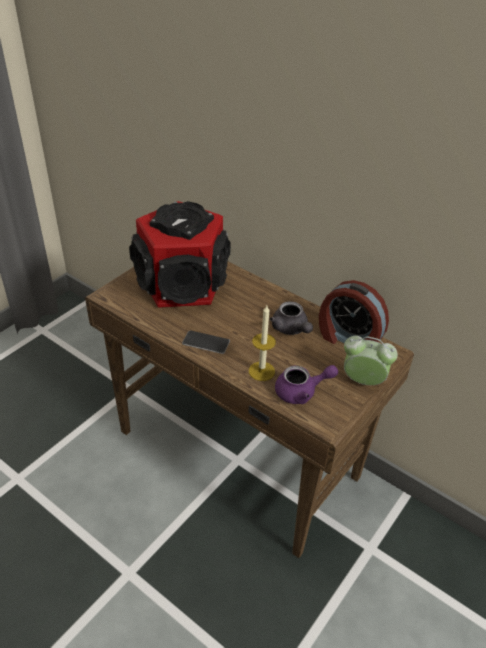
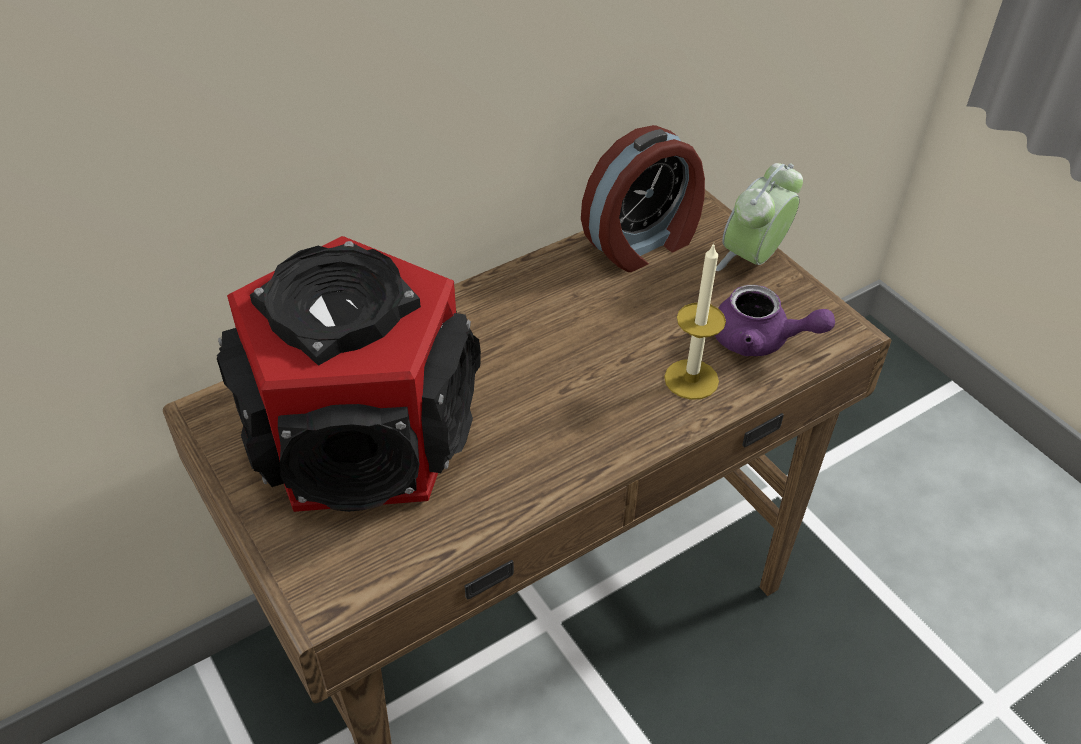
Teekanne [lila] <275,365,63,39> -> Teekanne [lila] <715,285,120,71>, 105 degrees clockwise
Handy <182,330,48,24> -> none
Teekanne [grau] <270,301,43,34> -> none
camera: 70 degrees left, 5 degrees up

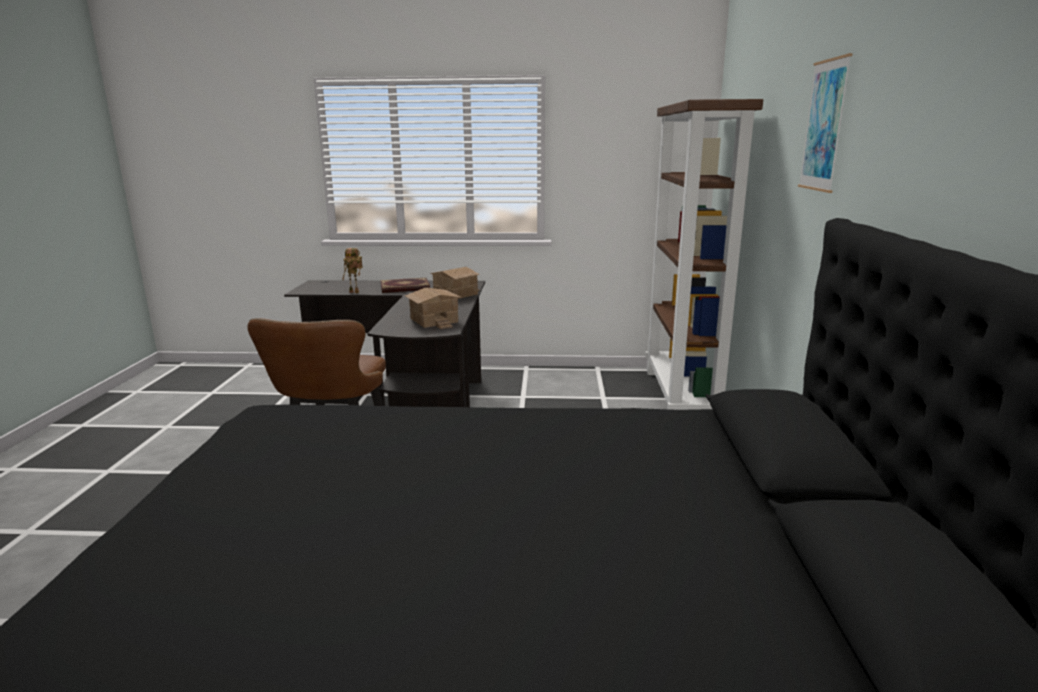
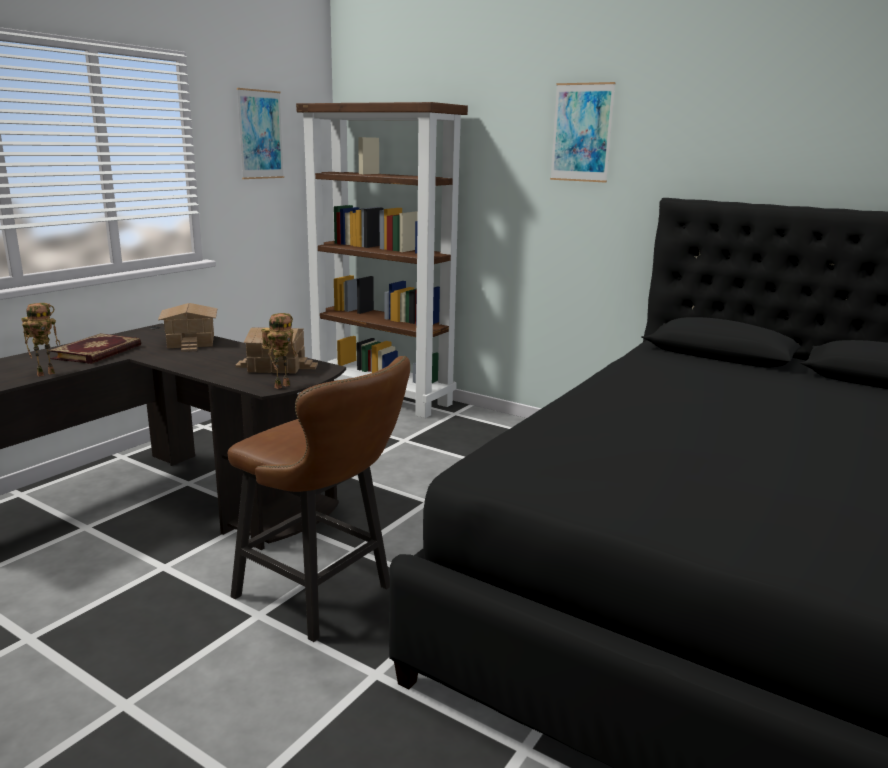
none -> Bild <237,88,47,91>
none -> Spielzeugroboter <261,313,36,76>
camera: 60 degrees left, 0 degrees up

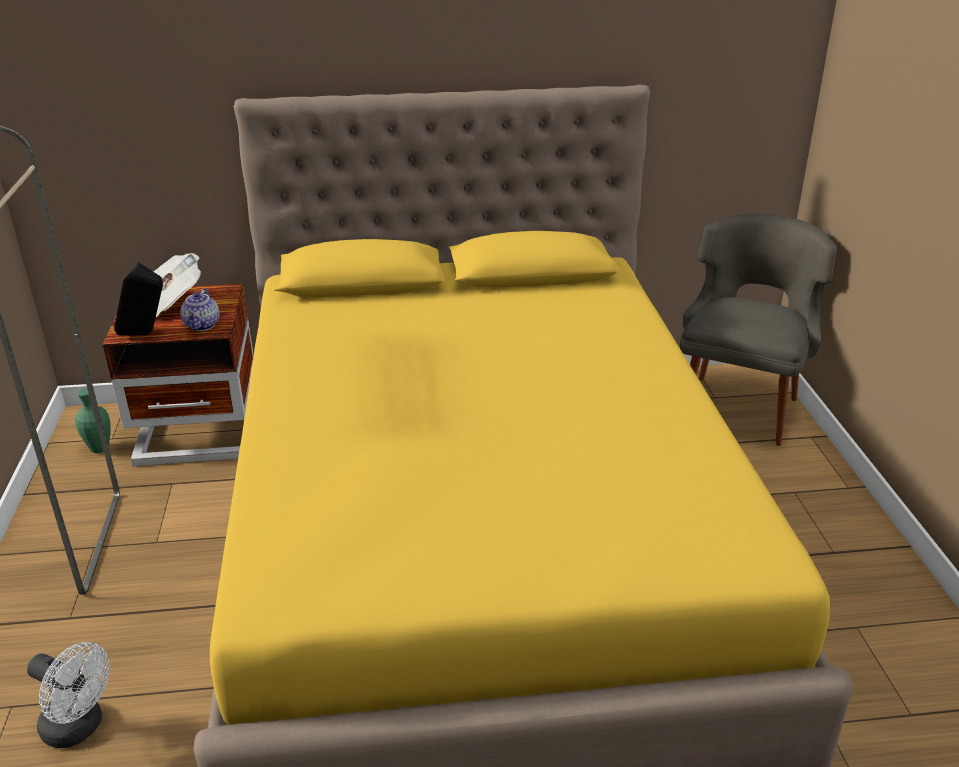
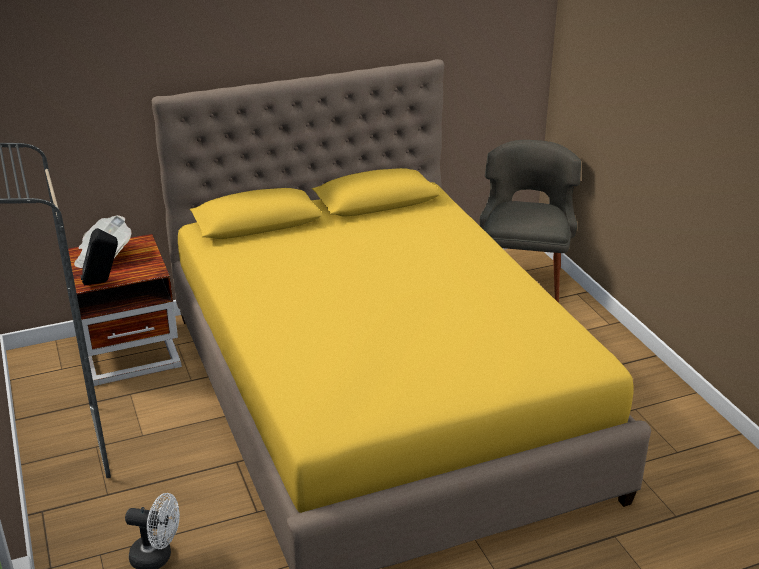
Vase [grün] <75,388,36,65> -> none
Teekanne <180,288,40,43> -> none
camera: 15 degrees left, 0 degrees up

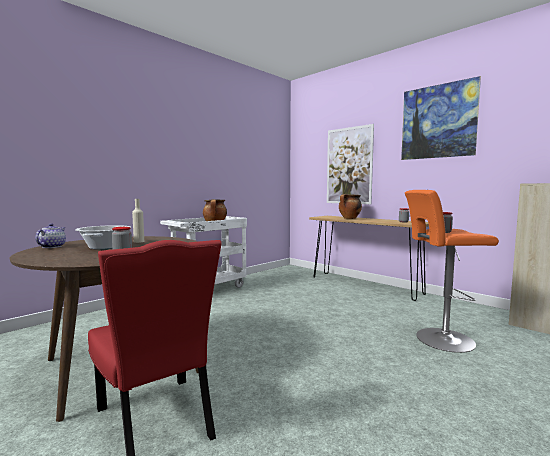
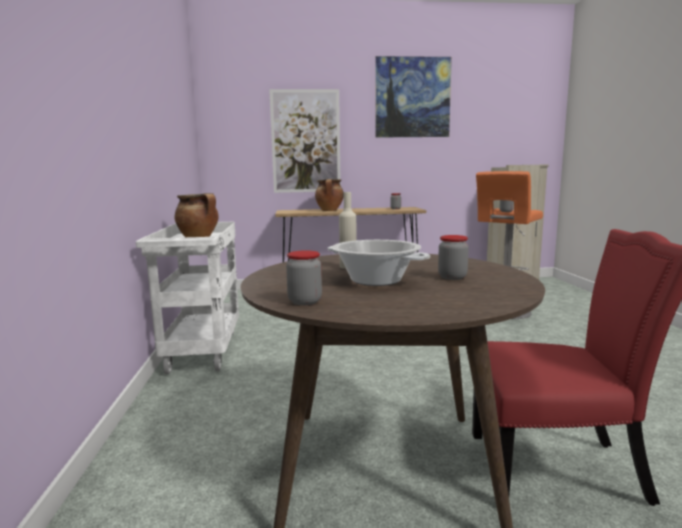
Teekanne <35,223,31,25> -> Vorratsglas <286,250,36,55>
camera: 50 degrees left, 5 degrees up

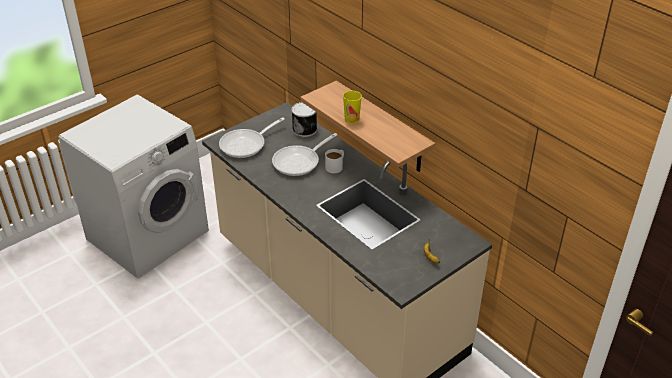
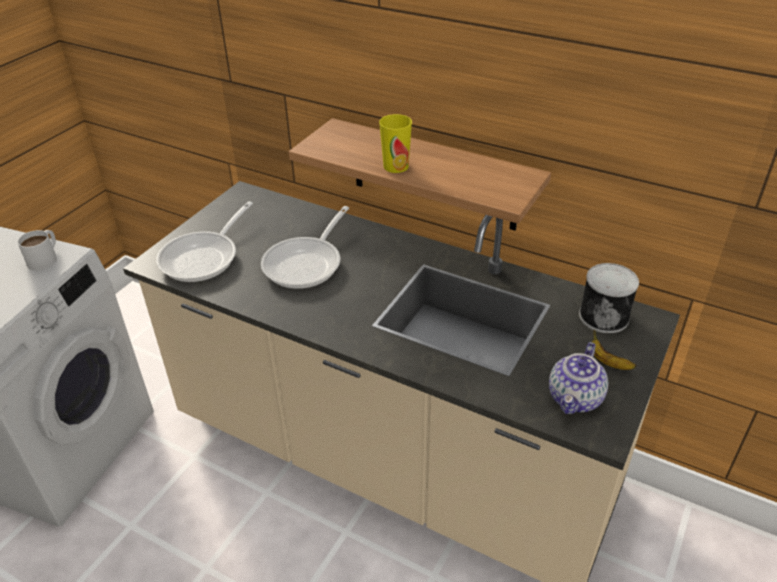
Henkelbecher [weiß] <325,149,19,24> -> Henkelbecher [weiß] <17,230,40,40>, move
none -> Teekanne <549,342,59,72>
Dose <291,102,26,35> -> Dose <579,263,60,70>, move
camera: 20 degrees left, 0 degrees up

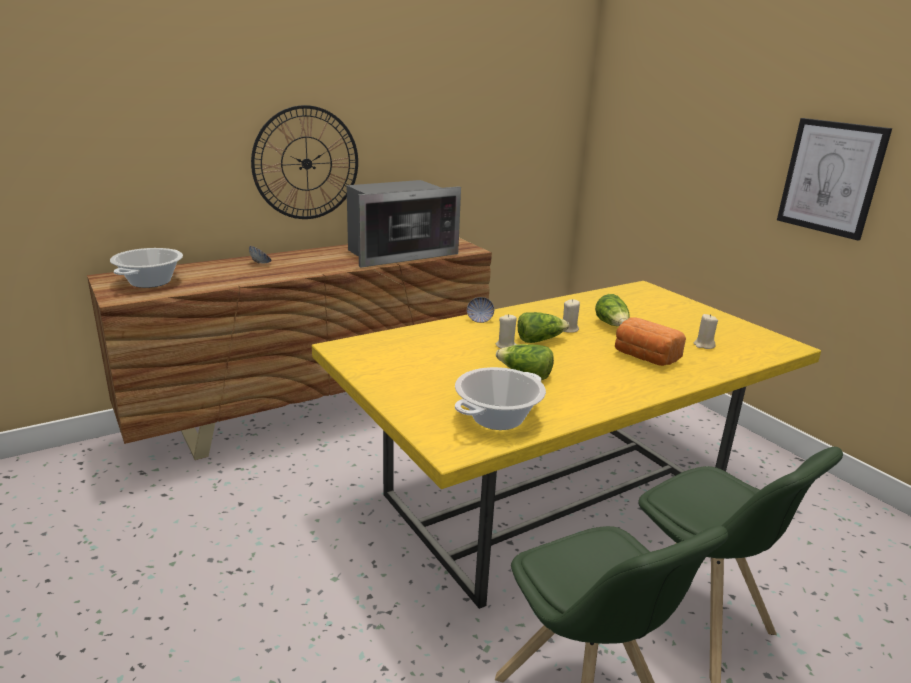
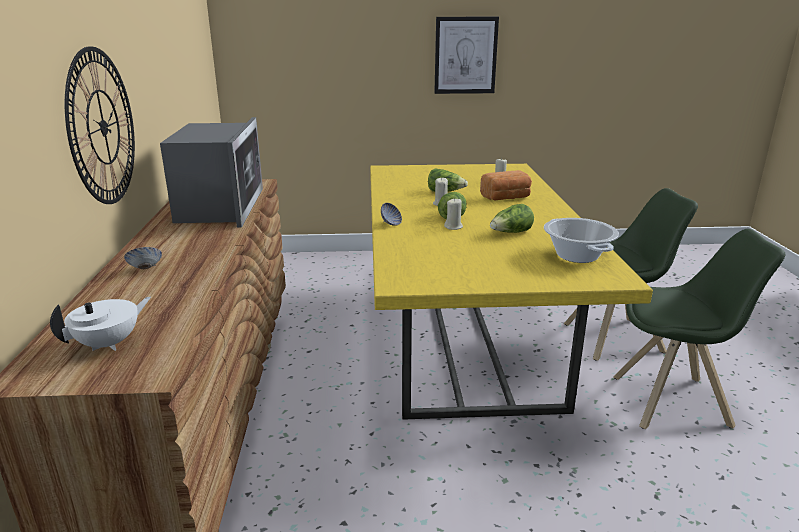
Kochtopf <110,248,73,40> -> Teekanne [weiß] <50,297,101,54>
camera: 60 degrees left, 0 degrees up

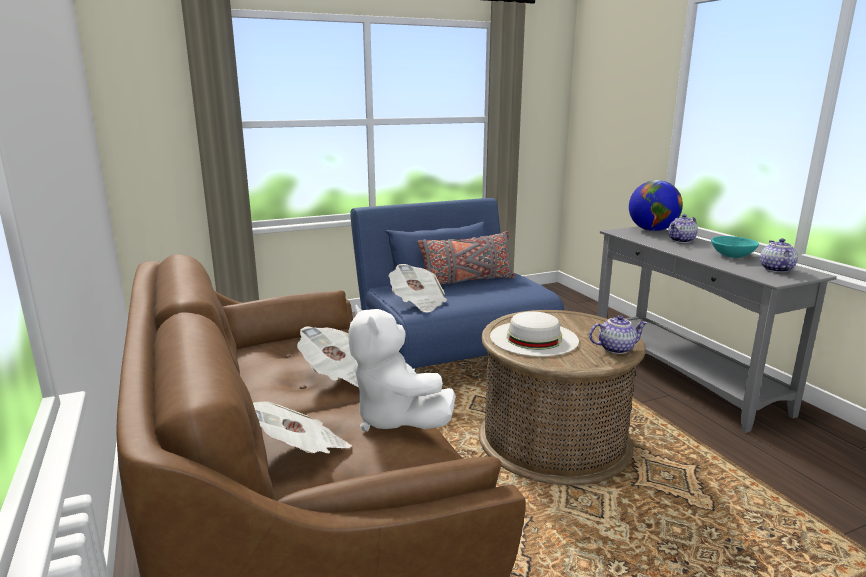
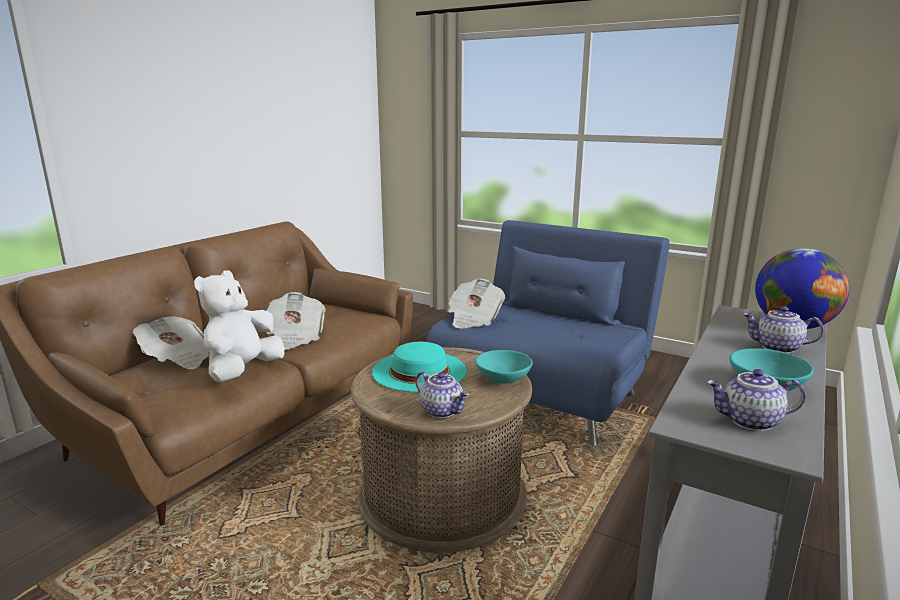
Hut [weiß] <490,311,89,45> -> Hut [türkis] <372,342,95,50>
none -> Schüssel [türkis] <475,350,58,33>
Teekanne <760,238,38,35> -> Teekanne <707,369,99,62>, 150 degrees counterclockwise
Kissen [grau] <417,231,98,53> -> none
camera: 55 degrees right, 0 degrees up

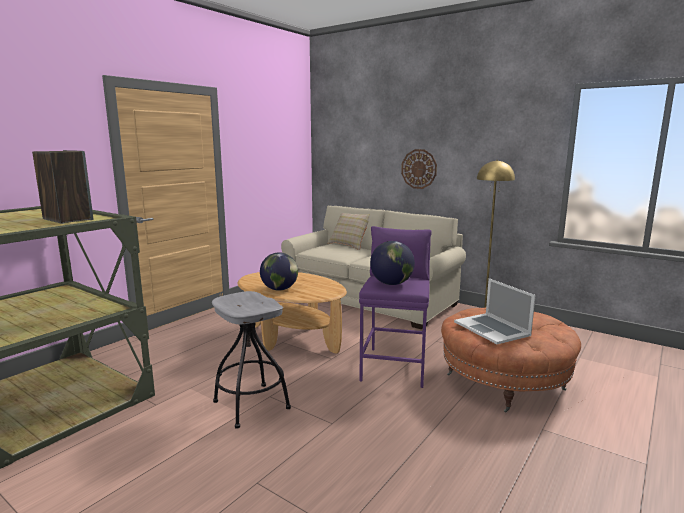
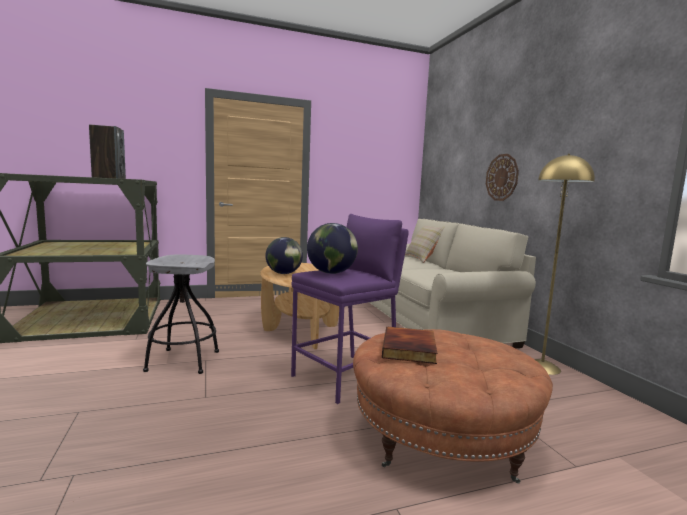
Laptop <454,278,81,66> -> Buch <382,327,55,37>
camera: 35 degrees right, 5 degrees down

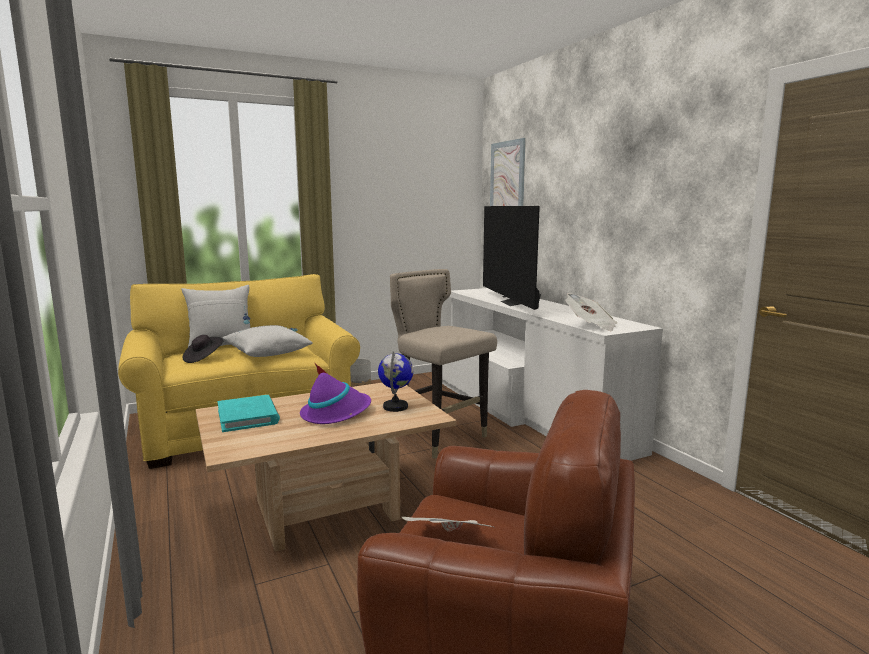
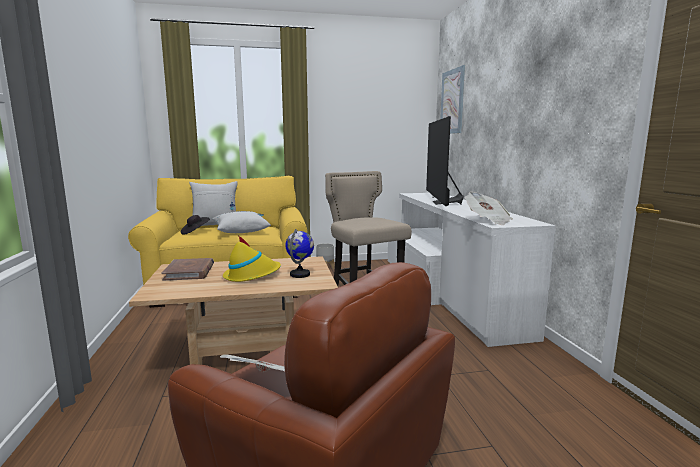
Buch [türkis] <217,395,63,37> -> Buch [braun] <162,258,52,23>
Hut [lila] <300,364,71,60> -> Hut [gelb] <223,234,58,48>
camera: 15 degrees right, 0 degrees up

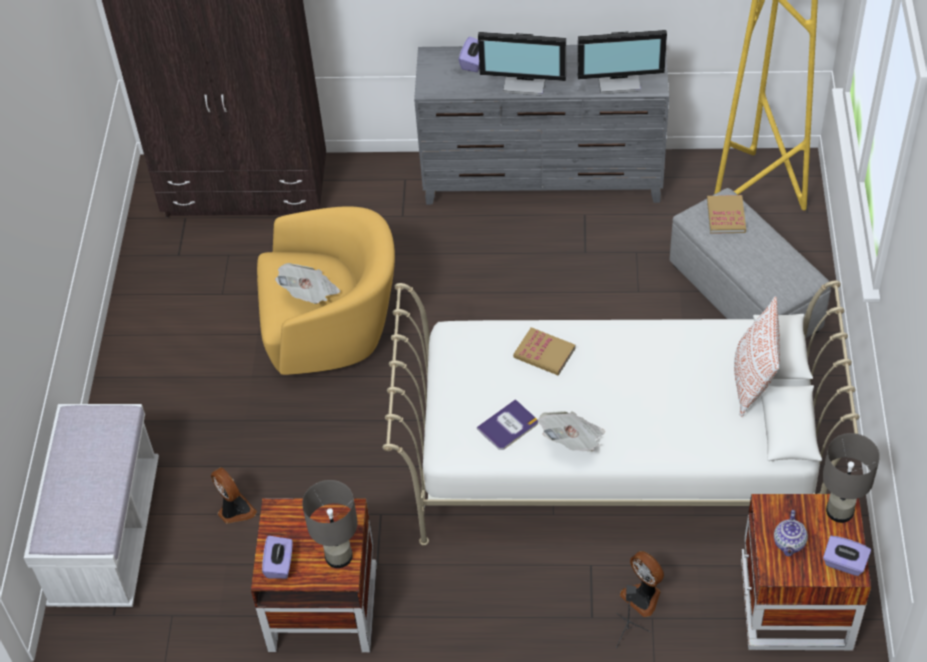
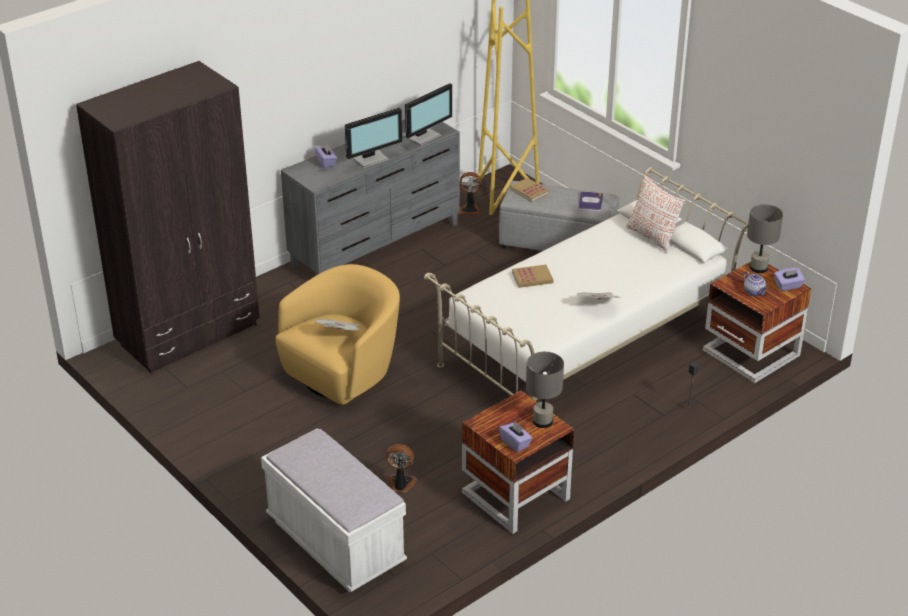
Ventilator <620,551,44,66> -> Ventilator <458,172,23,43>, move
Buch <477,399,61,51> -> Buch <578,191,25,21>, move
camera: 45 degrees left, 15 degrees down

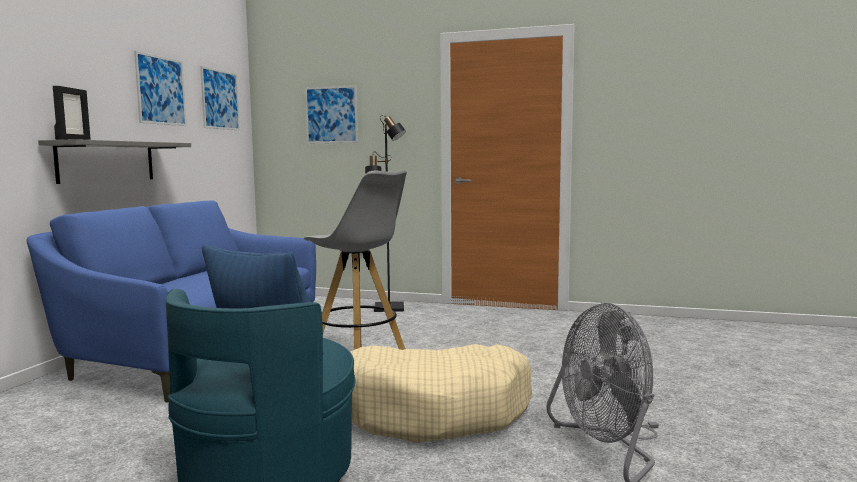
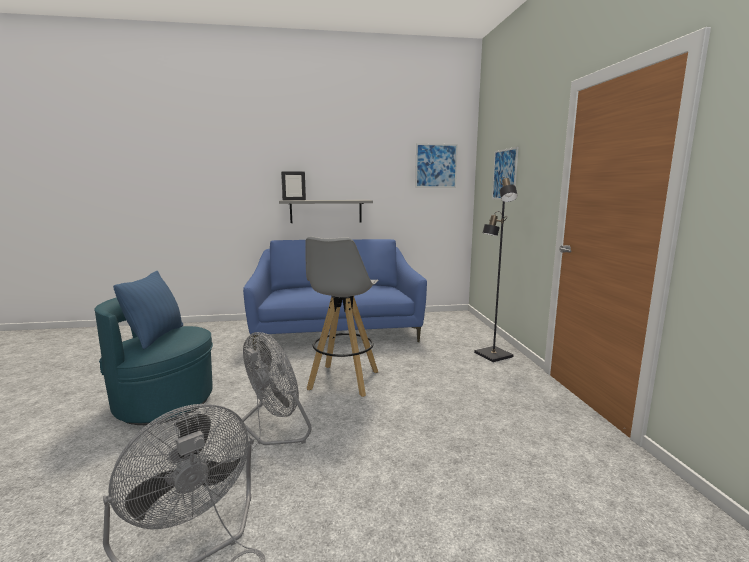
Hundebett [beige] <351,344,181,99> -> Ventilator [grau] <222,332,89,130>
Bild <134,51,53,75> -> none
camera: 65 degrees right, 5 degrees up

